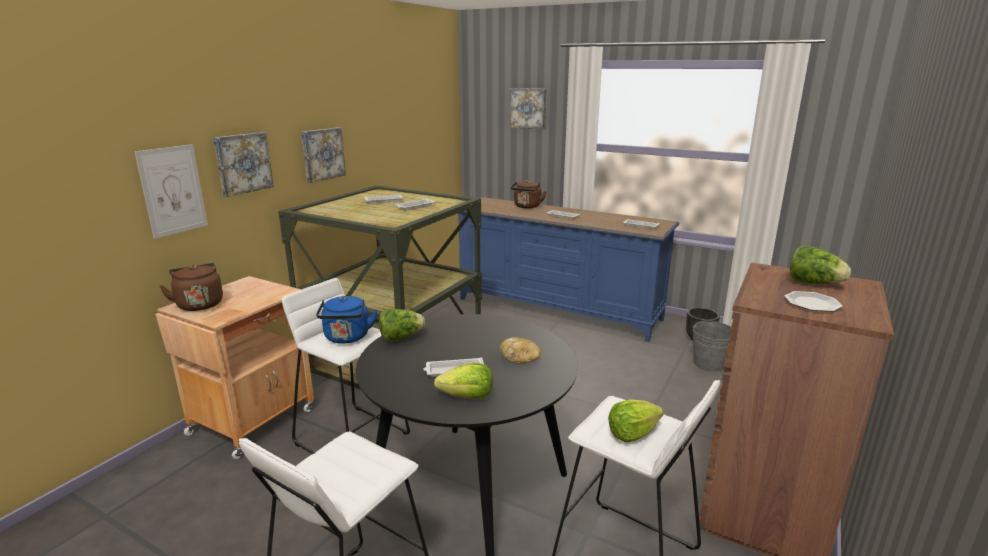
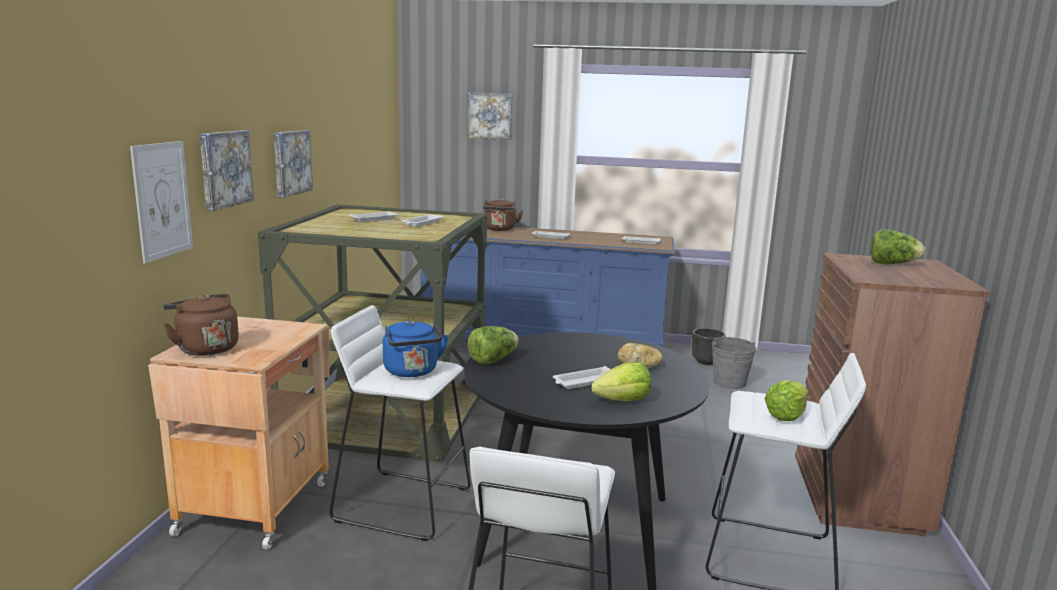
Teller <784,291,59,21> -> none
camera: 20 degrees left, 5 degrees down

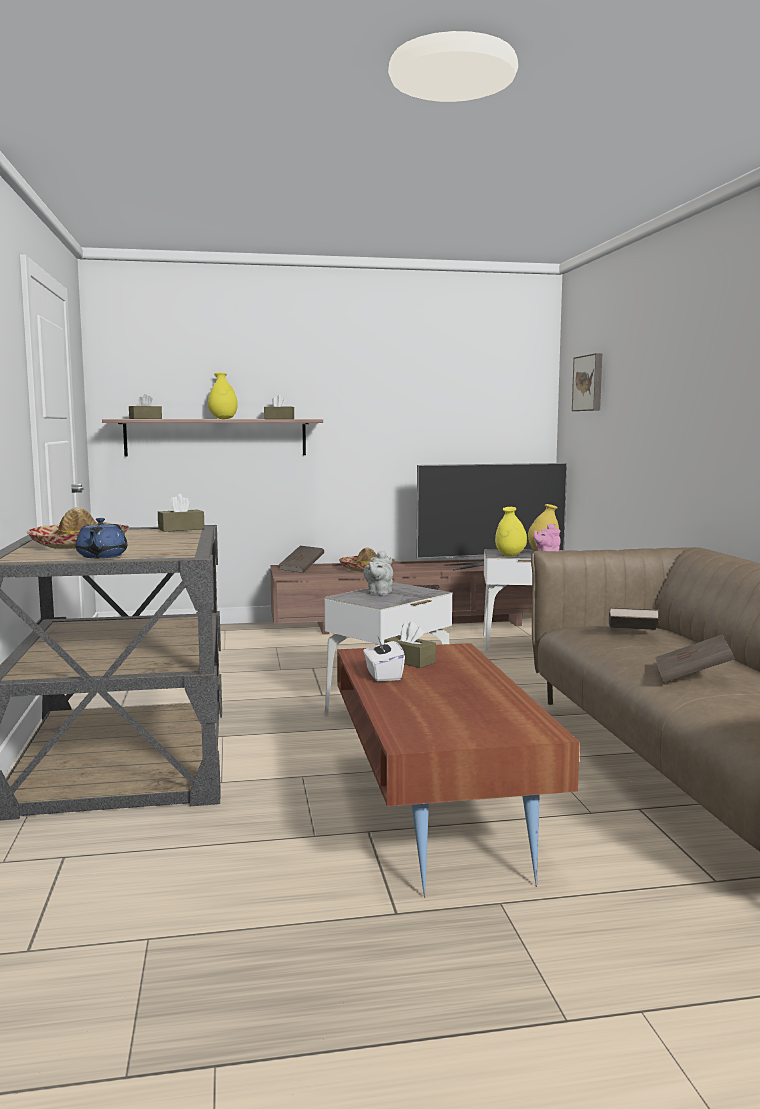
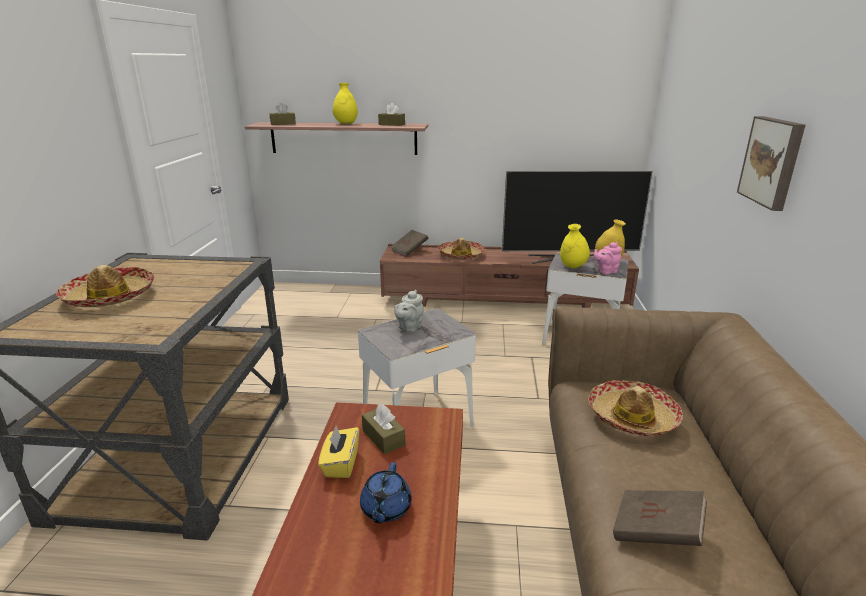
Taschentuchbox [weiß] <363,635,42,47> -> Taschentuchbox [gelb] <318,426,41,52>
Teekanne [blau] <76,518,51,40> -> Teekanne [blau] <360,462,52,61>, move
Buch [braun] <609,607,50,23> -> Hut <588,380,95,56>
Bild <572,353,30,58> -> Bild <737,116,68,95>, move
Taschentuchbox [braun] <158,494,47,38> -> none
camera: 15 degrees right, 15 degrees up

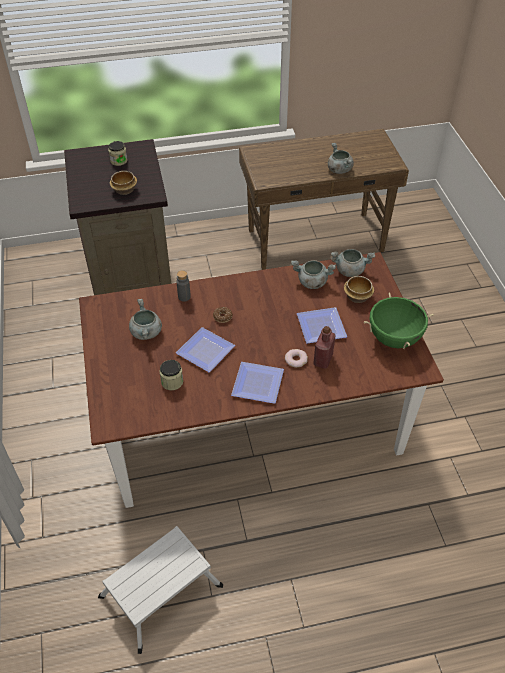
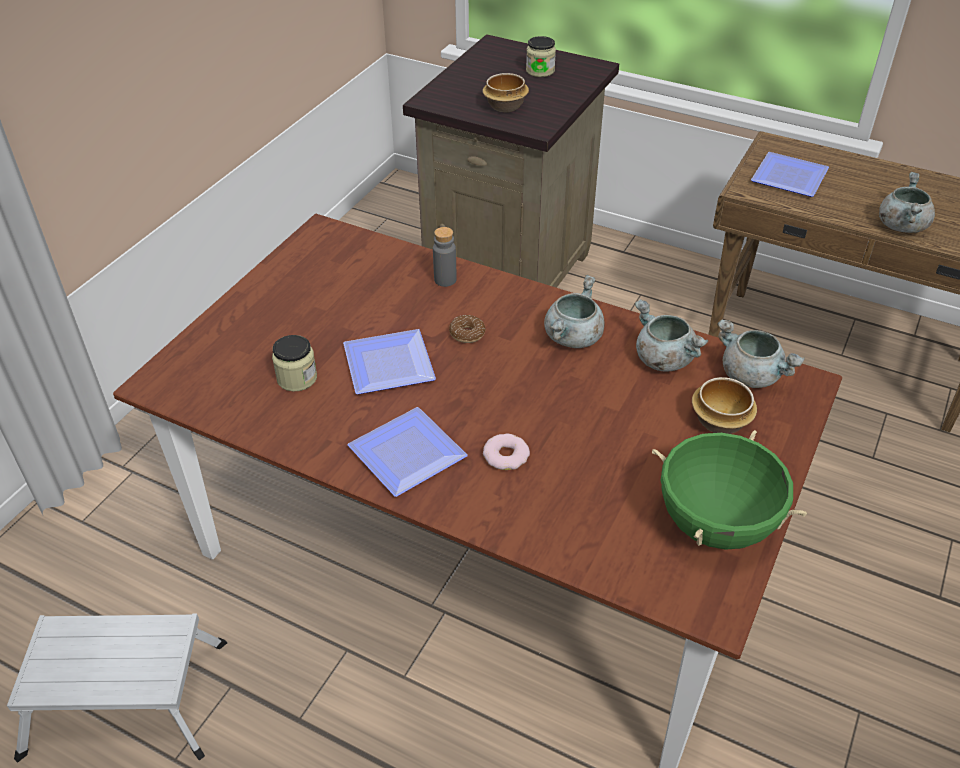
Kochtopf [grau] <129,299,33,41> -> Kochtopf [grau] <544,275,61,73>, move
Teller <297,307,50,37> -> Teller <751,152,78,45>, move
Flasche [rot] <313,326,23,43> -> none
camera: 40 degrees right, 5 degrees down

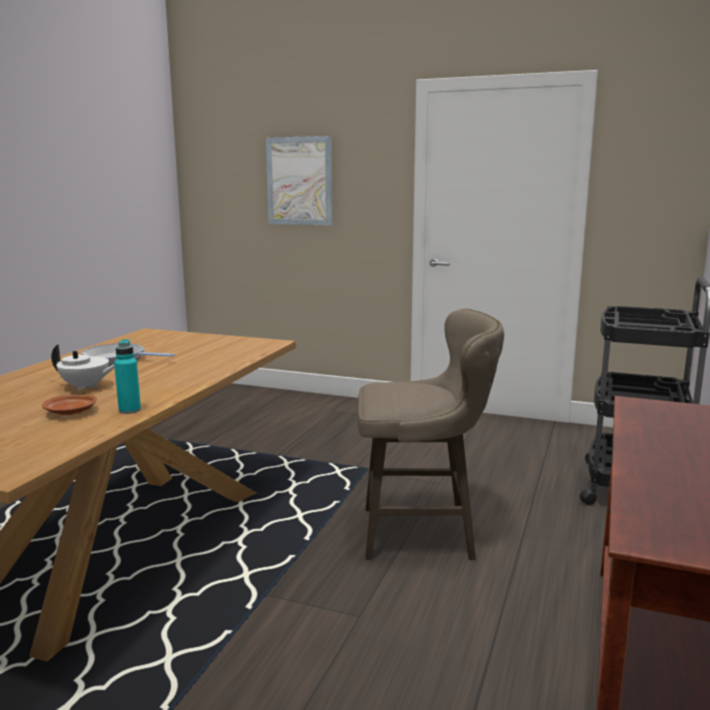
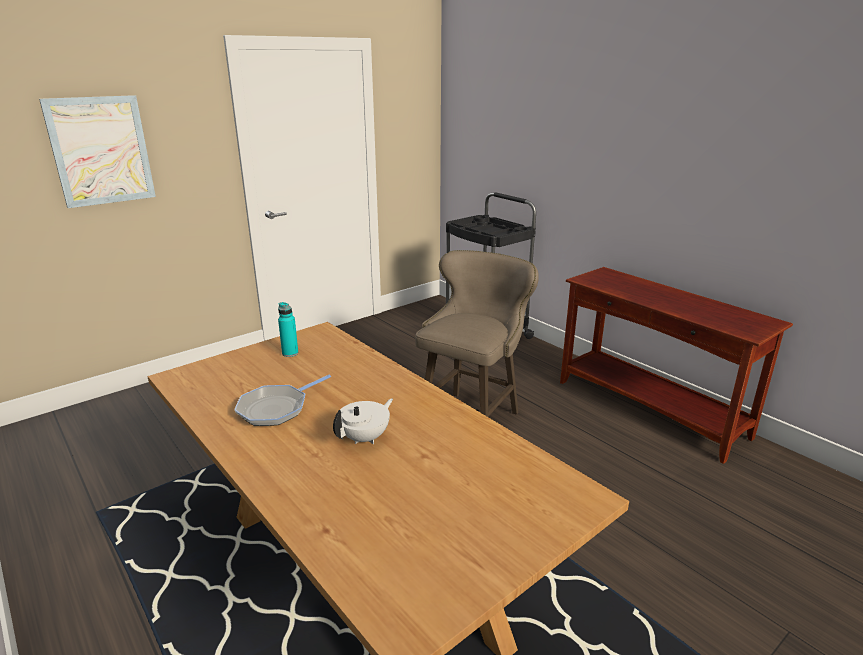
Flasche [türkis] <114,339,27,75> -> Flasche [türkis] <278,302,20,55>, move
Teller [braun] <42,395,55,20> -> none
camera: 60 degrees left, 10 degrees up

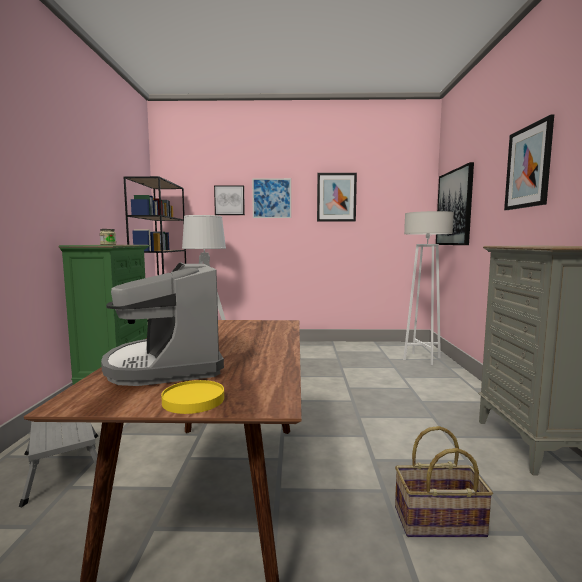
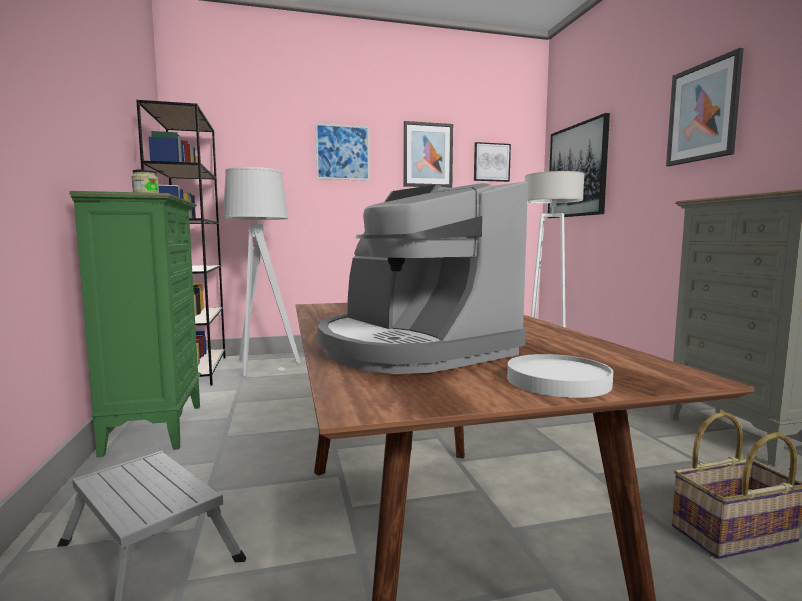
Bild <214,185,31,30> -> Bild <474,142,37,40>, move
Teller [gelb] <161,380,63,34> -> Teller [weiß] <507,354,106,44>
camera: 15 degrees left, 0 degrees up

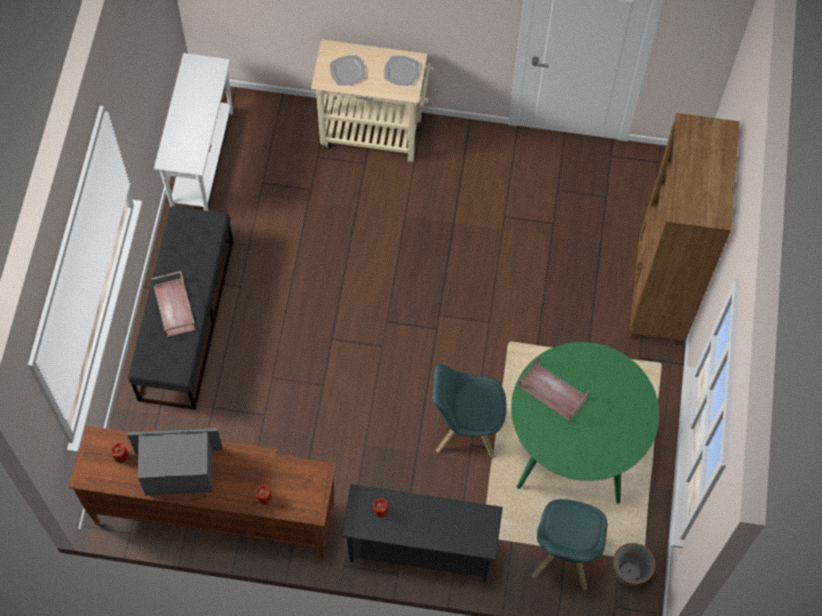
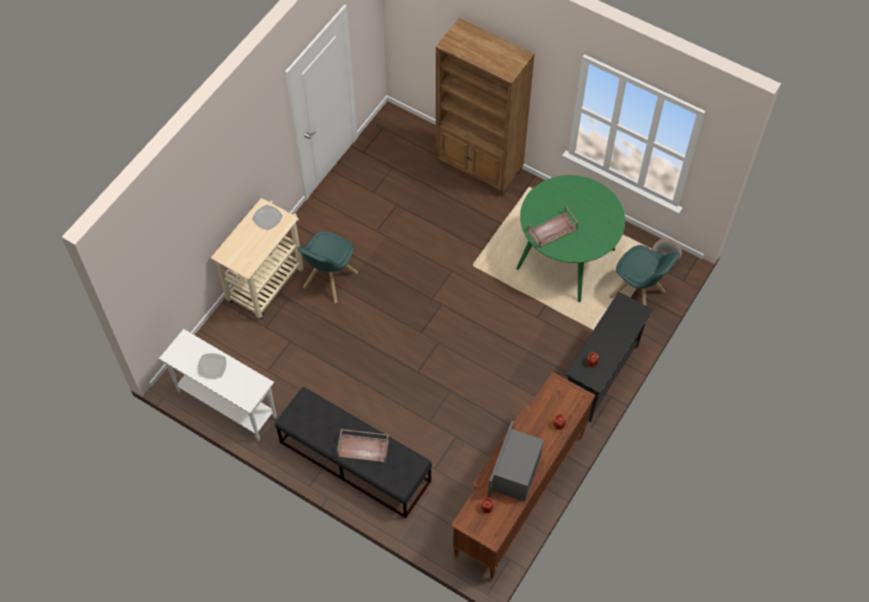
Teller <330,56,36,30> -> Teller <198,353,28,26>, move
Stuhl [türkis] <432,364,75,95> -> Stuhl [türkis] <298,231,60,72>, move
camera: 65 degrees left, 5 degrees down

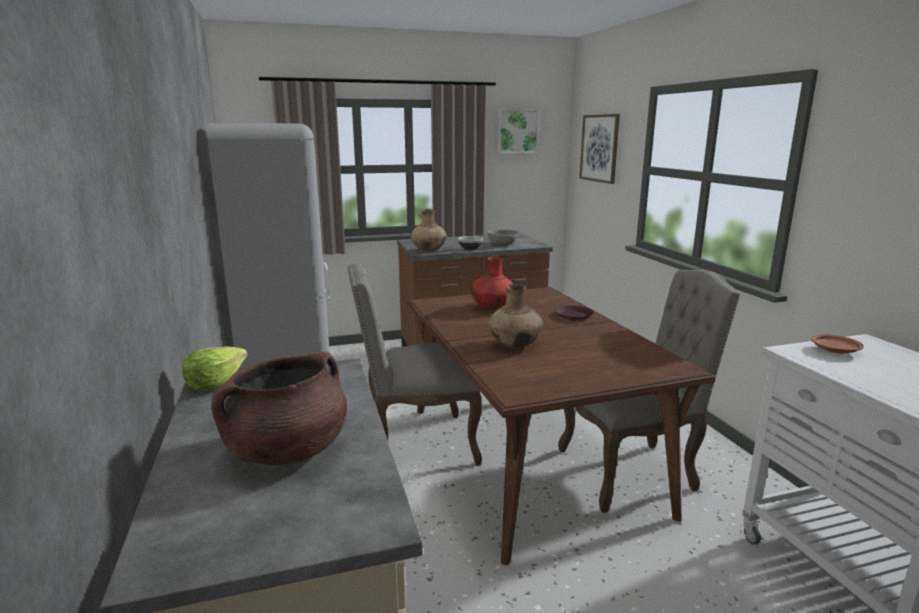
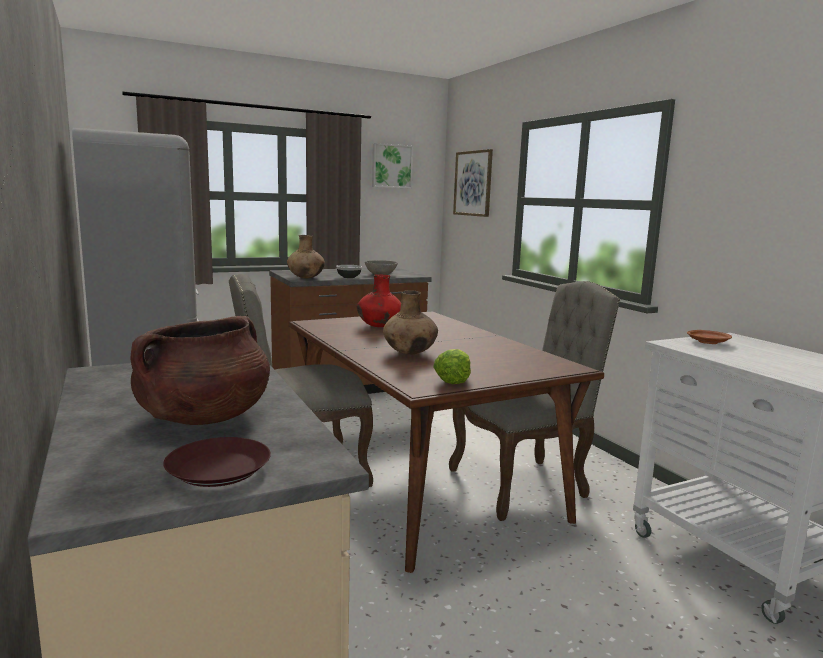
Teller [braun] <555,306,39,15> -> Teller [braun] <163,437,108,50>, move
Salatkopf <182,347,66,44> -> Salatkopf <433,349,38,35>, move
camera: 10 degrees left, 5 degrees down

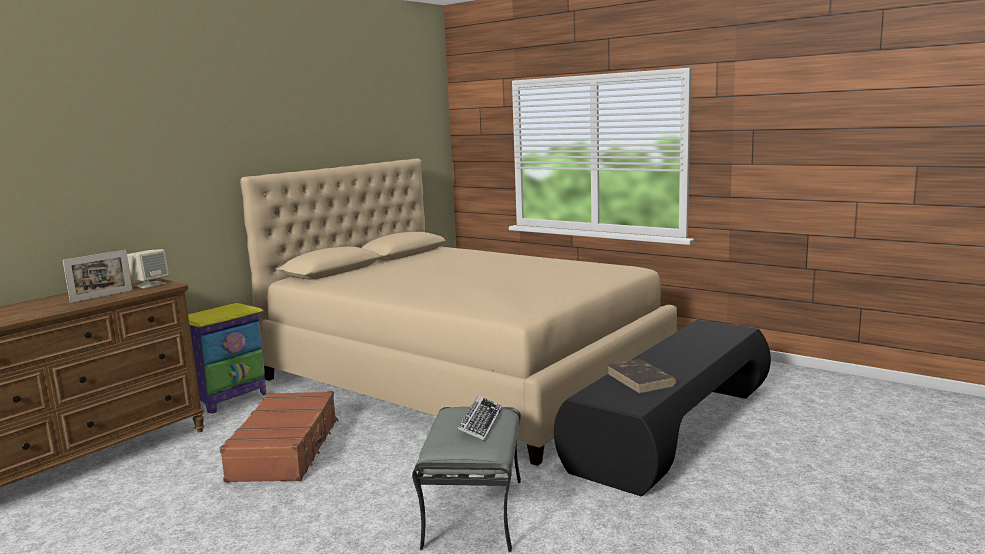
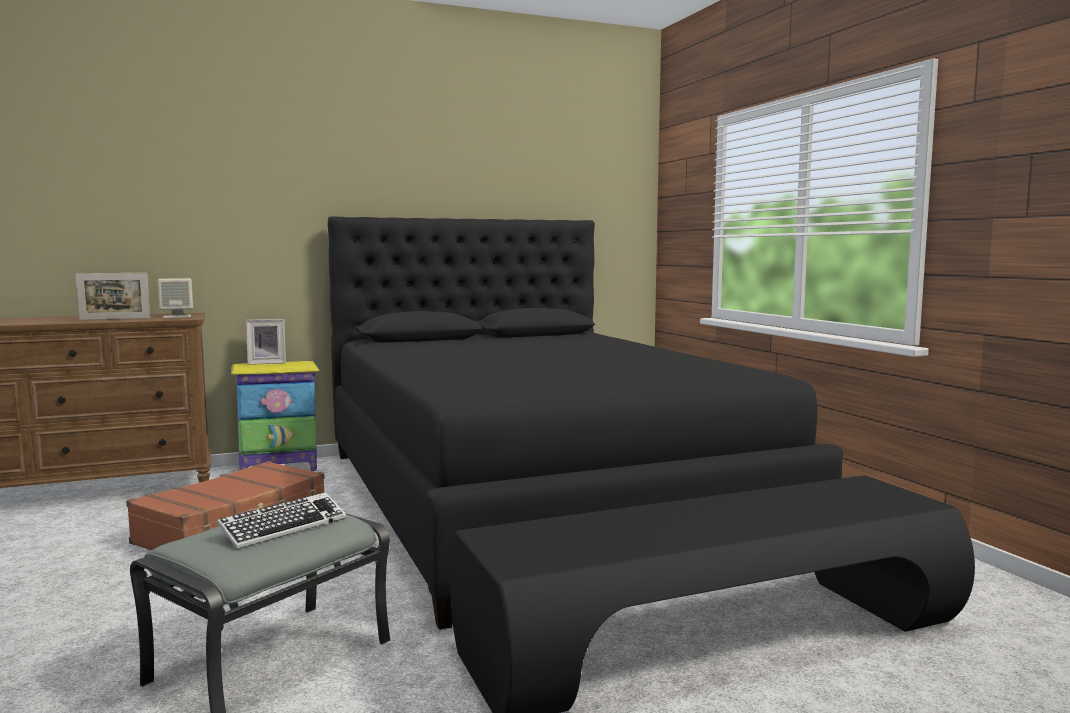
none -> Bilderrahmen <246,319,40,46>
Bett [beige] <240,158,437,308> -> Bett [schwarz] <328,216,515,414>
Buch [braun] <607,359,70,35> -> none
camera: 30 degrees right, 5 degrees down

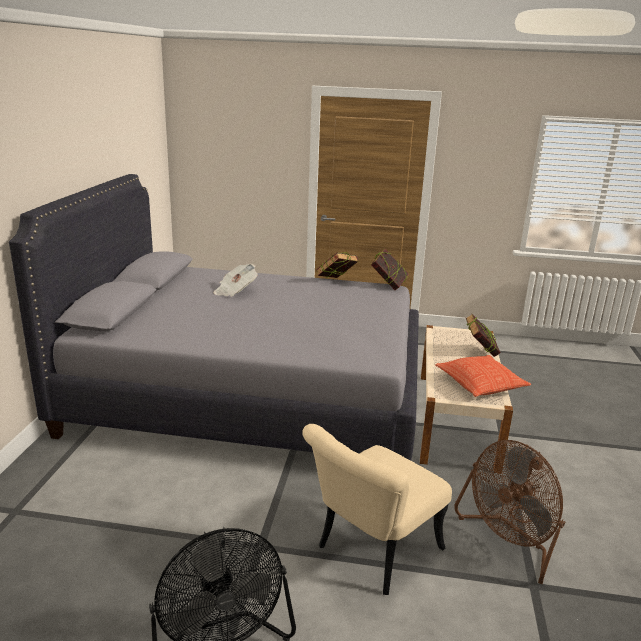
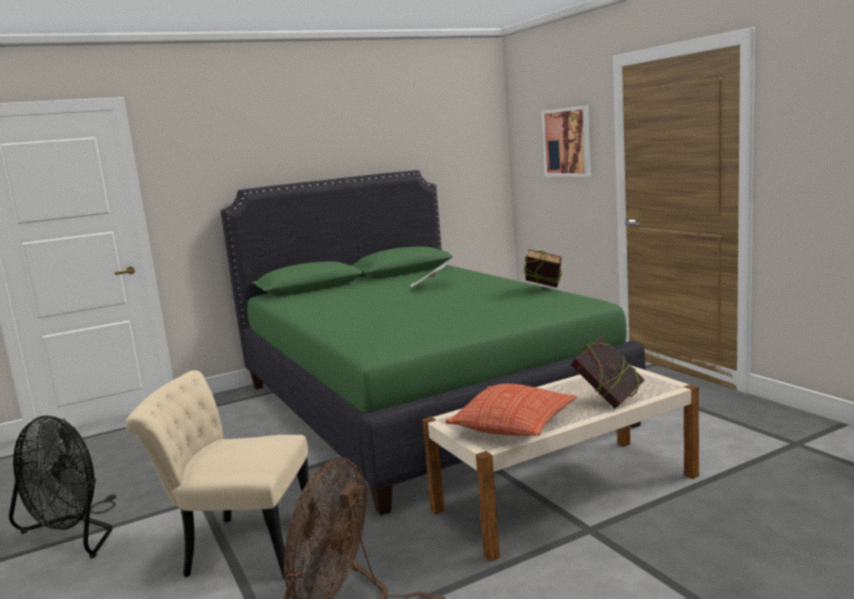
Bett [grau] <9,174,410,286> -> Bett [grün] <221,170,425,346>
none -> Bild <541,105,50,72>
Buch <371,249,38,41> -> none
camera: 55 degrees right, 10 degrees down

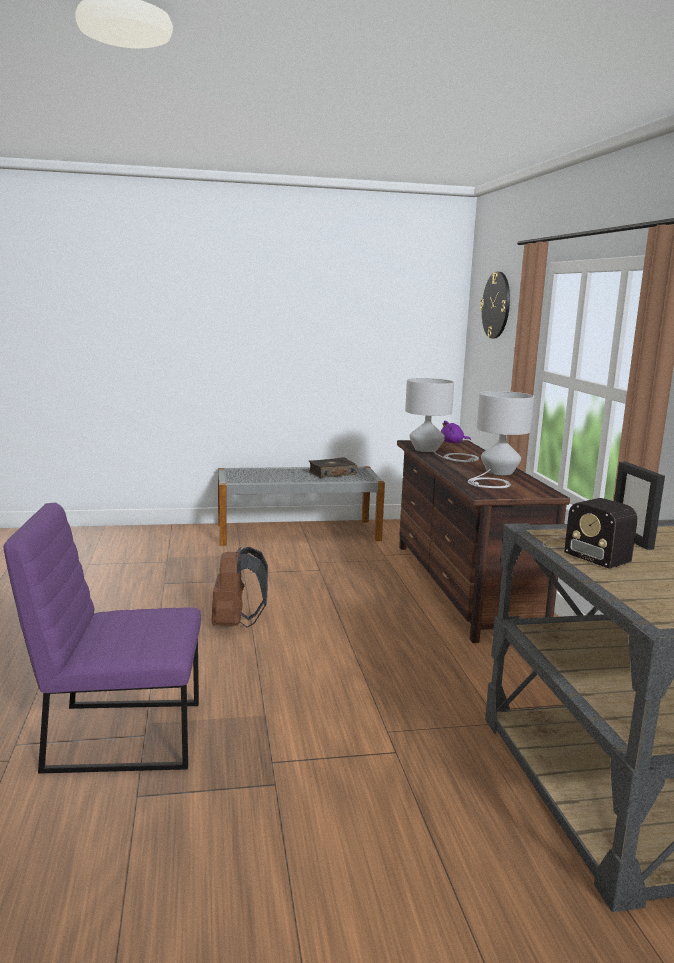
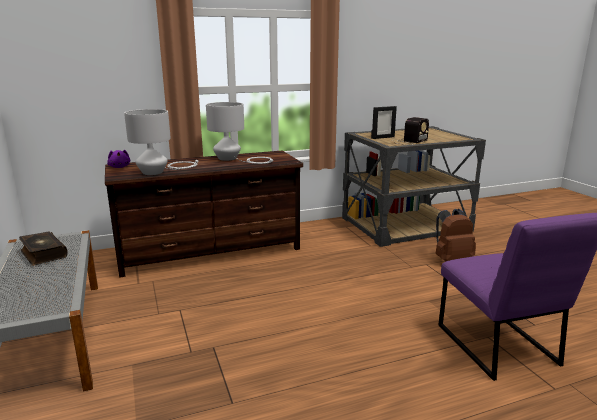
Rucksack [braun] <212,547,56,81> -> Rucksack [braun] <436,209,40,52>, move
Wanduhr <480,272,30,67> -> none
camera: 100 degrees left, 5 degrees up

